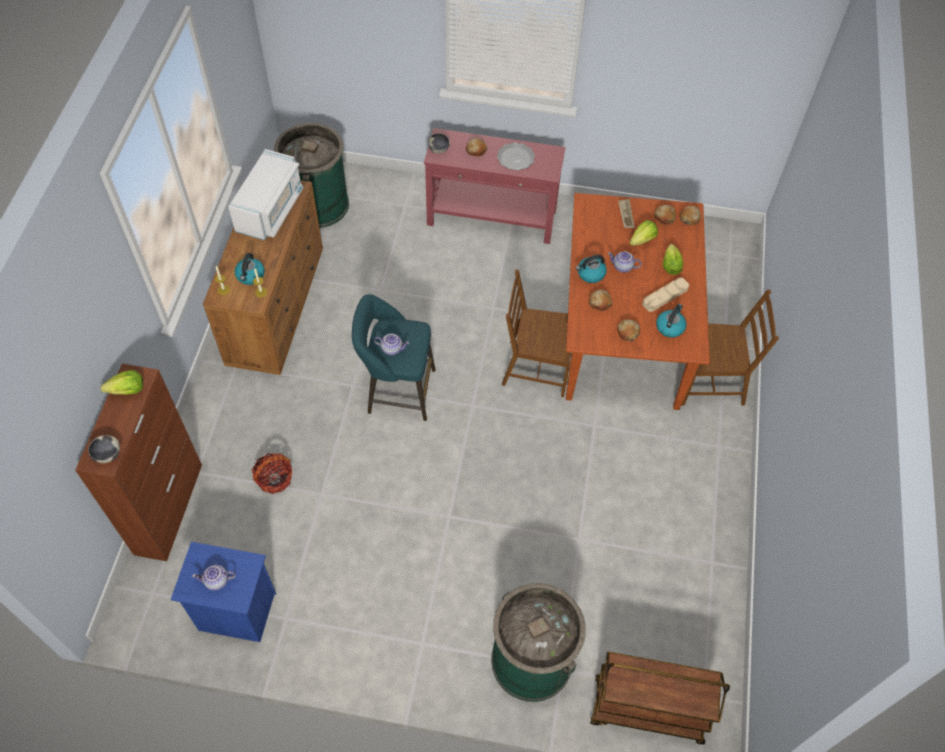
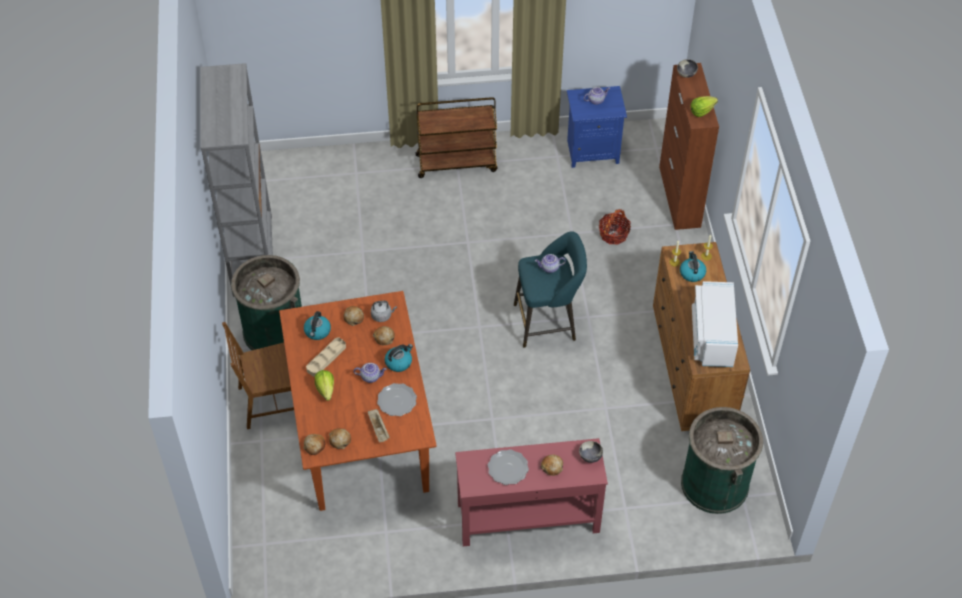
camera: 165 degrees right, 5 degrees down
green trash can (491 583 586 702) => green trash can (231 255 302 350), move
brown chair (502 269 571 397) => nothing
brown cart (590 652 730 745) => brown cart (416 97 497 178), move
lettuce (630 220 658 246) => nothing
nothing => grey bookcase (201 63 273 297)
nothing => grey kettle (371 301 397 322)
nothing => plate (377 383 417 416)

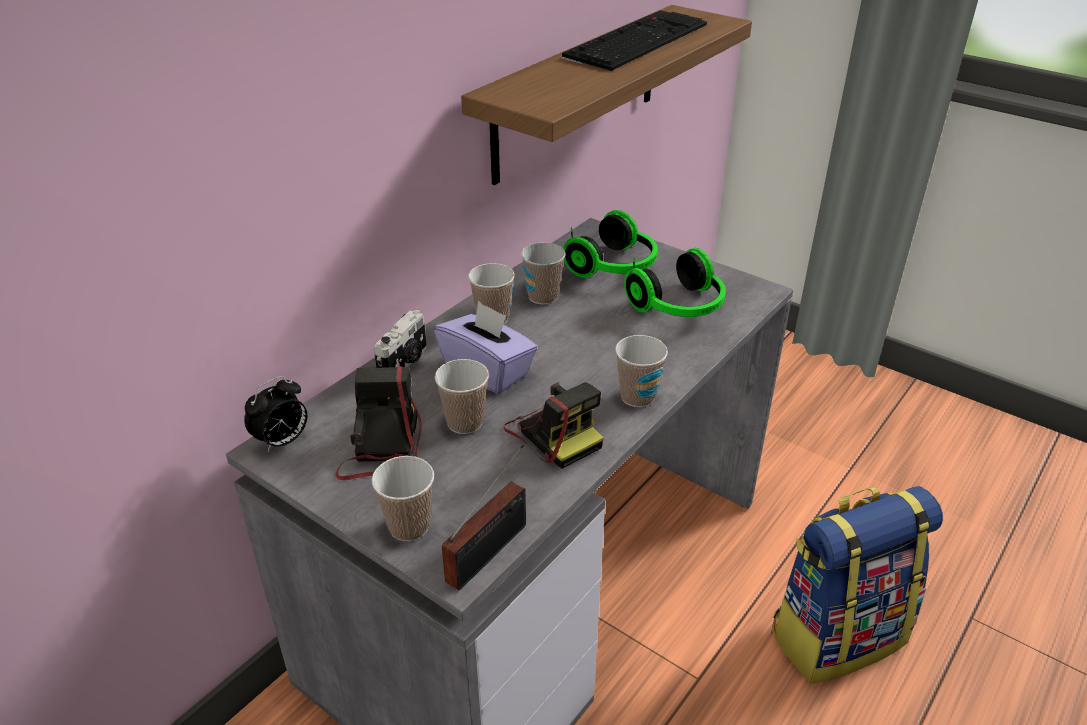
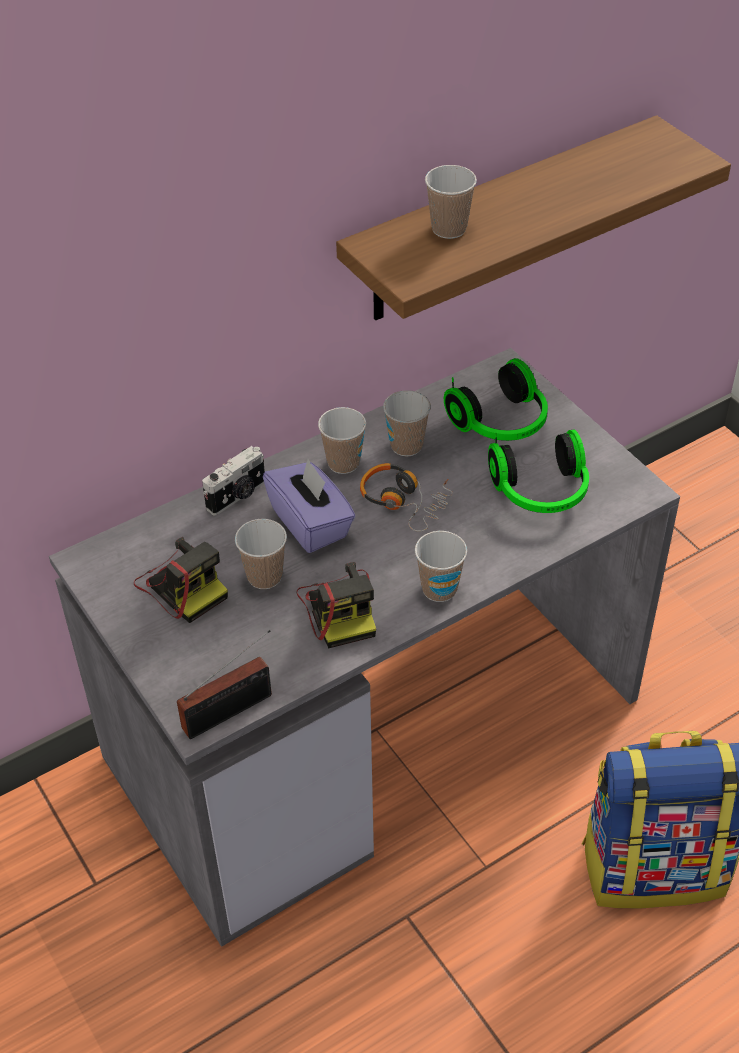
camera: 20 degrees right, 10 degrees up
alarm clock (244 376 307 452) => nothing
photo camera (336 366 421 480) => photo camera (134 537 228 623), 120 degrees clockwise
cup (372 456 434 541) => cup (425 165 477 239), move
keyboard (562 10 707 71) => nothing
nothing => headphones (360 463 453 531)

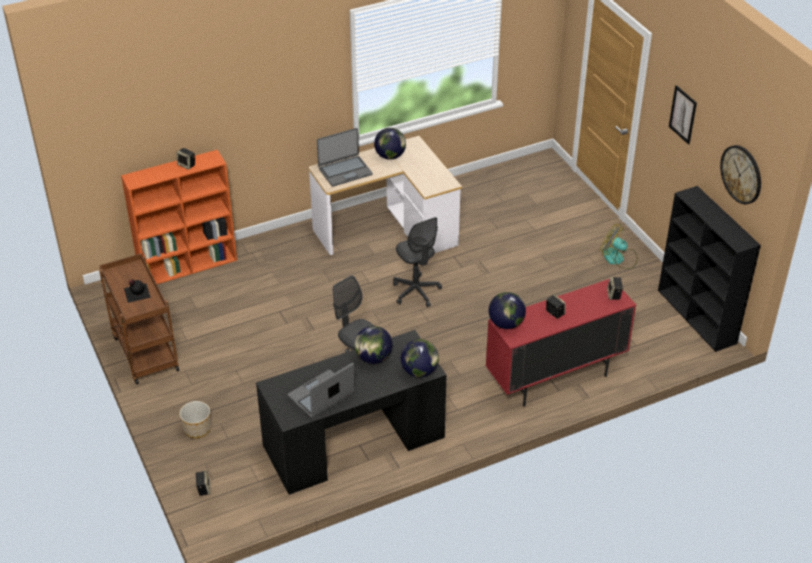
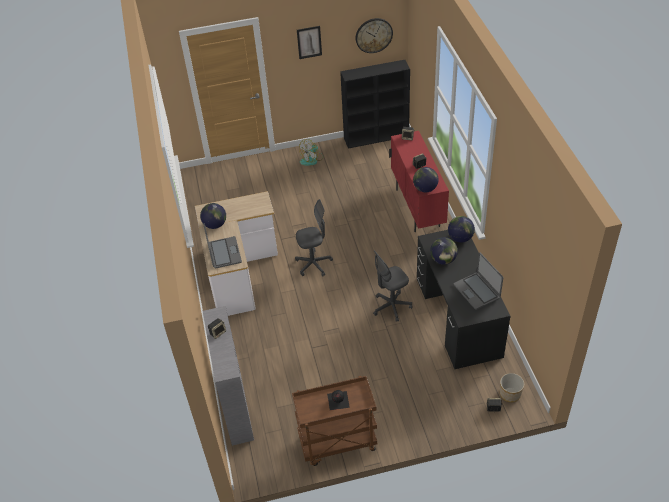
camera: 75 degrees left, 5 degrees up
orange bookcase (121 150 237 284) => grey bookcase (203 306 254 446)
planter (179 401 211 438) => planter (500 373 524 402), move

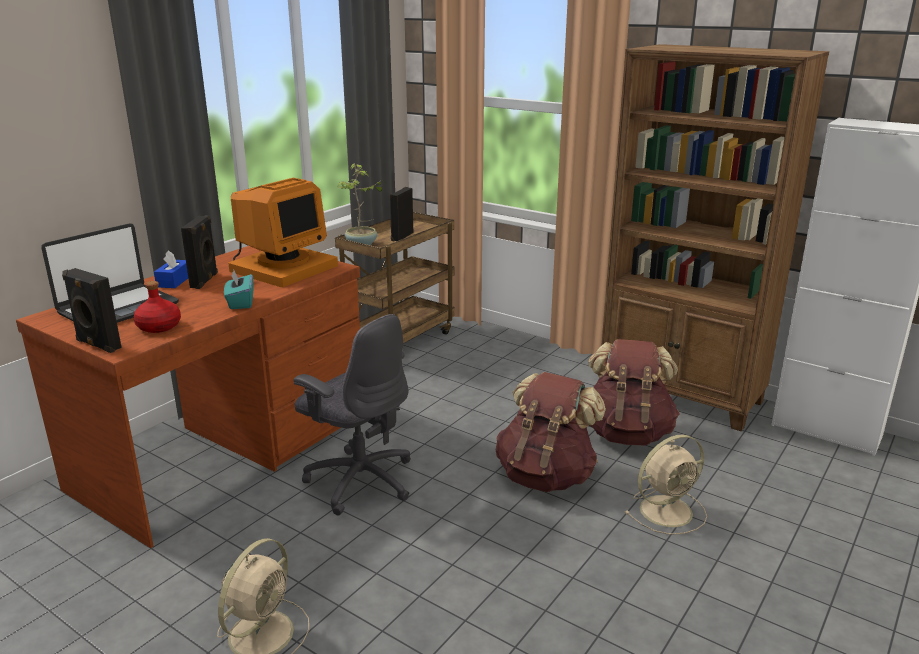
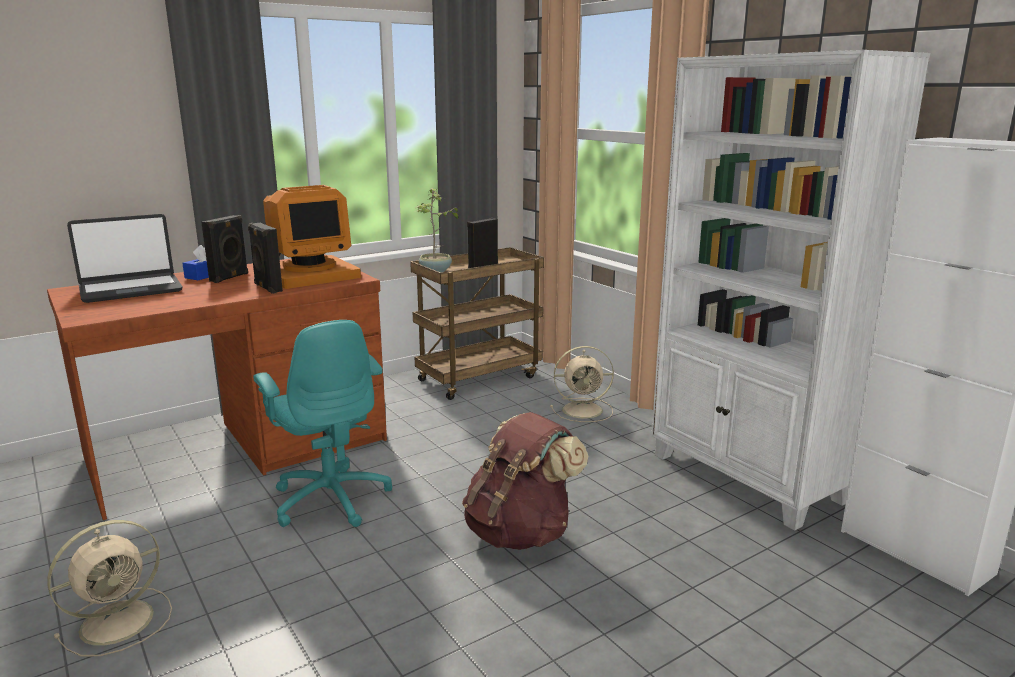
camera: 20 degrees right, 5 degrees down
black speaker (62 268 122 353) => black speaker (248 223 283 294), move
red bottle (133 281 181 333) => nothing
turquoise tissue box (224 270 254 309) => nothing
grey office chair (293 314 411 515) => turquoise office chair (253 320 392 527)
brown backpack (589 339 680 445) => nothing
brown bookcase (601 44 829 431) => white bookcase (652 50 930 531)
beige fan (624 435 707 535) => beige fan (550 346 614 422), move

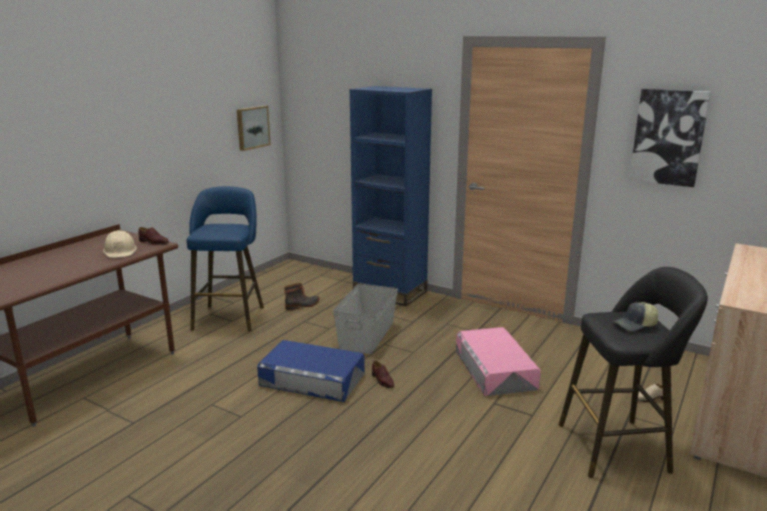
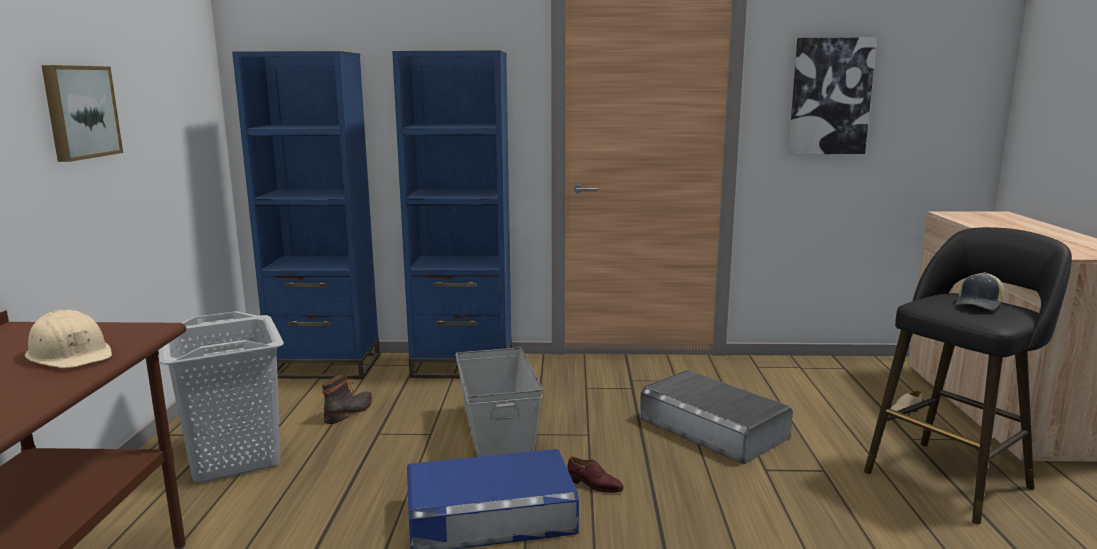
camera: 30 degrees left, 5 degrees down
brown shoe (138 227 169 245) => nothing
blue stool (186 186 264 332) => grey laundry basket (159 311 284 483)
picture (237 105 271 151) => picture (41 65 123 162), move
pink storage box (456 327 541 396) => grey storage box (640 370 793 464)
nothing => blue bookcase (232 51 380 379)

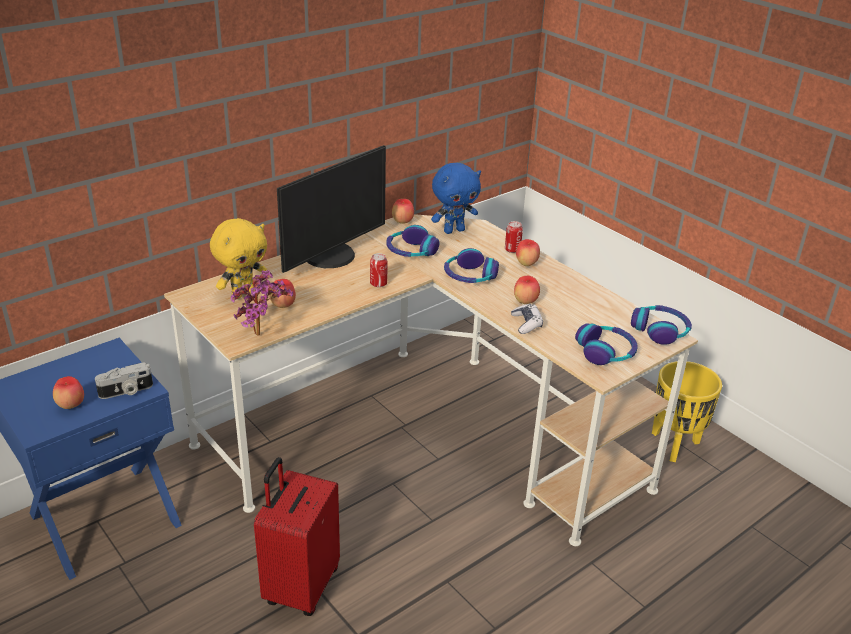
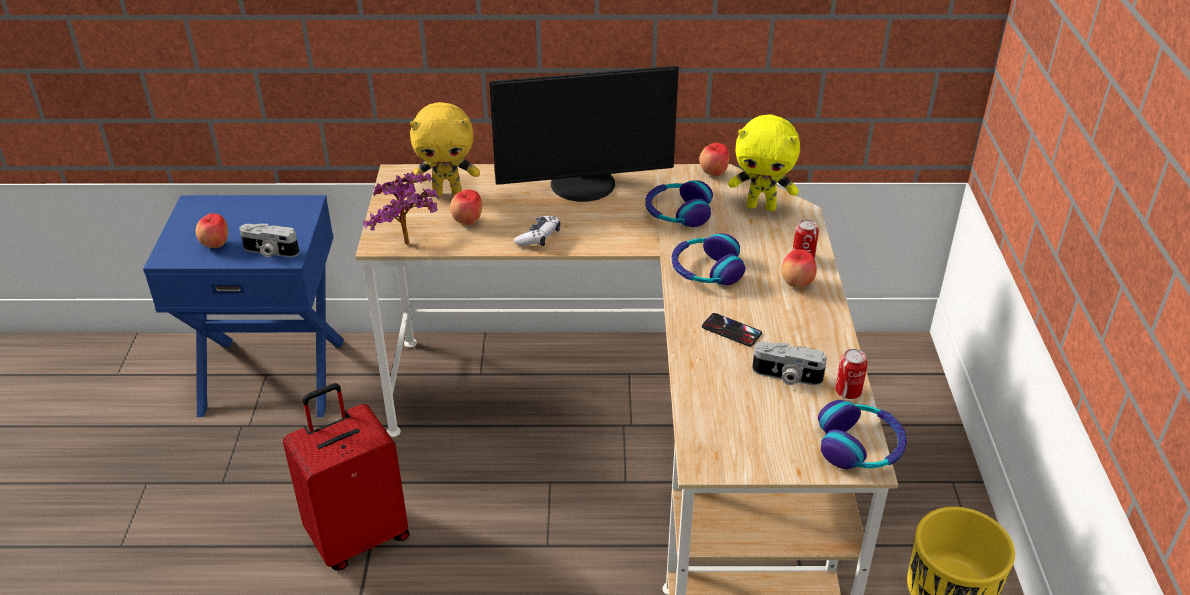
camera: 40 degrees right, 5 degrees up
can (370 253 387 287) => can (835 349 868 399), move
blue plush toy (431 163 481 234) => yellow plush toy (729 115 800 211)
game controller (511 304 543 334) => game controller (514 216 560 246), move
apple (514 276 540 304) => phone (702 313 762 347)
headphones (575 323 638 365) => nothing
nothing => photo camera (752 342 827 386)

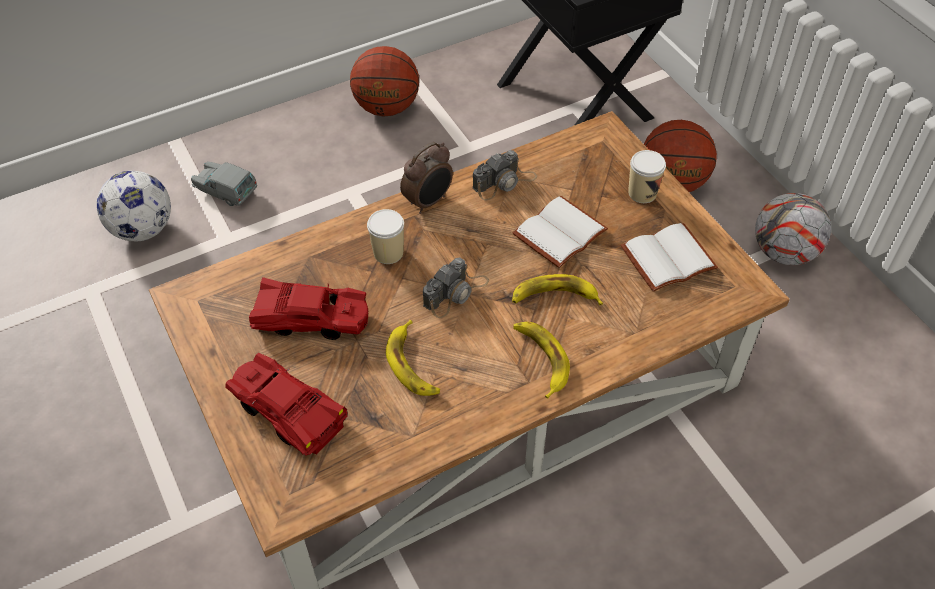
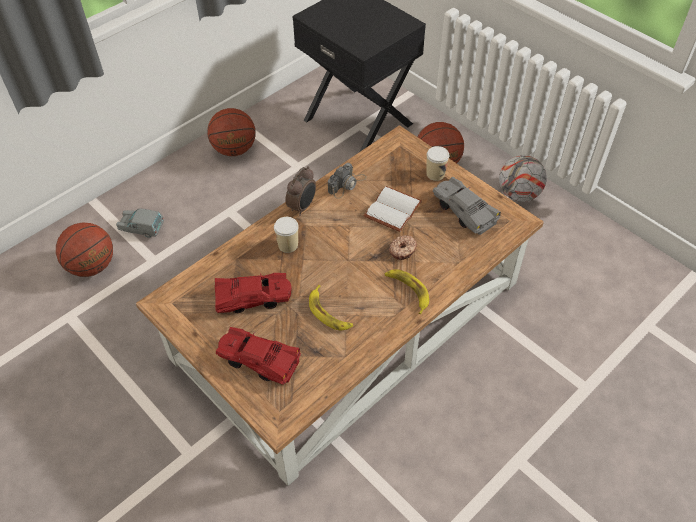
camera: 15 degrees left, 0 degrees up
football (96 171 171 242) => basketball (56 223 113 277)
photo camera (423 257 489 318) => nothing
banana (512 274 603 305) => donut (389 235 417 260)
white book (621 223 718 292) => grey toy car (433 177 501 235)

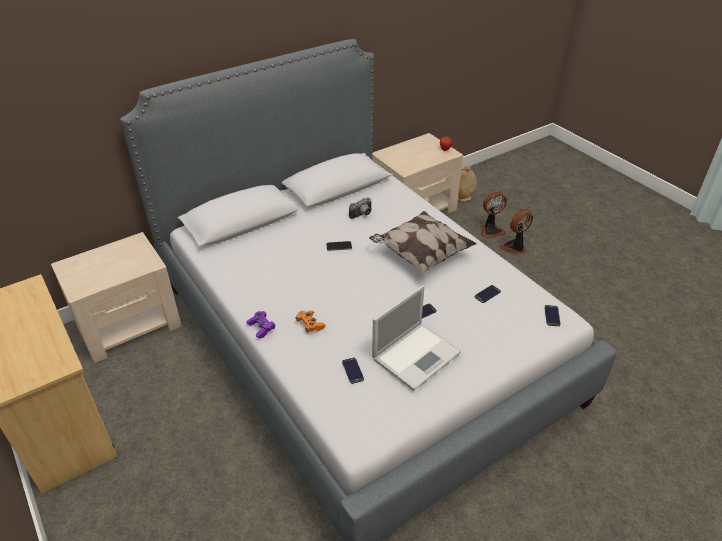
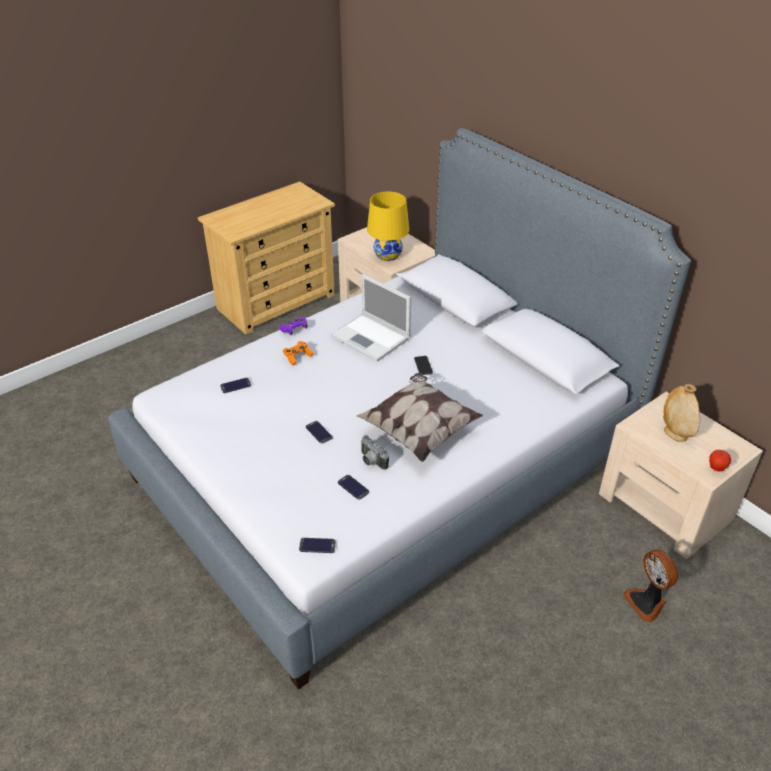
camera: 85 degrees right, 0 degrees up
photo camera (349 197 372 219) => photo camera (360 435 389 470), move
laptop (372 285 461 391) => laptop (331 274 411 362), move
beige vase (458 166 477 202) => beige vase (663 384 700 442), move
fan (500 209 533 255) => nothing
nothing => yellow table lamp (367 192 409 261)

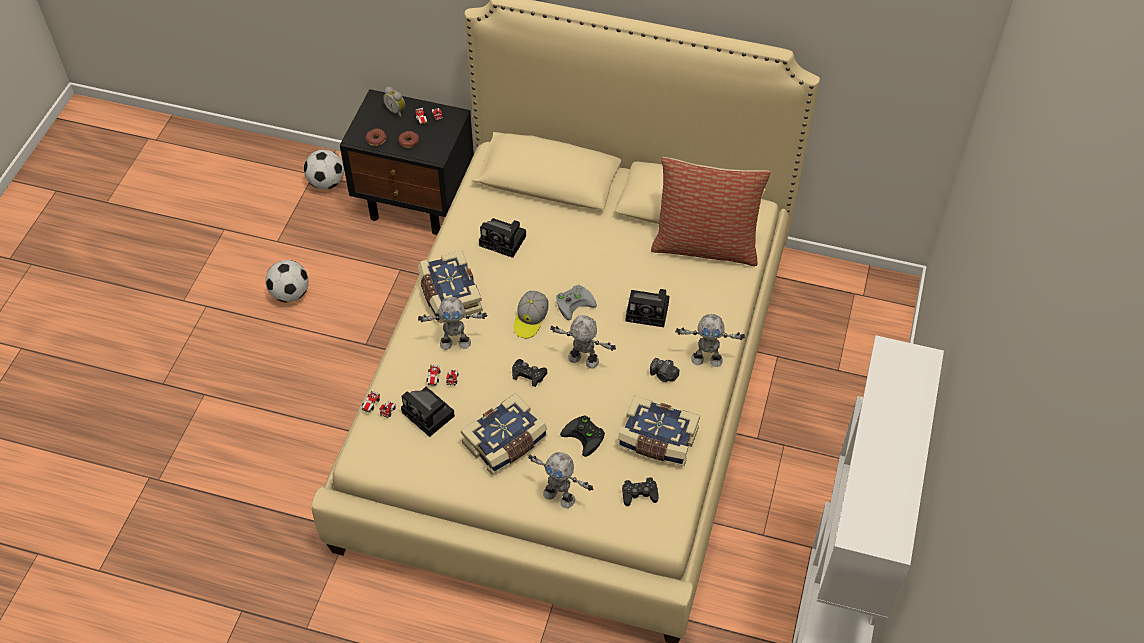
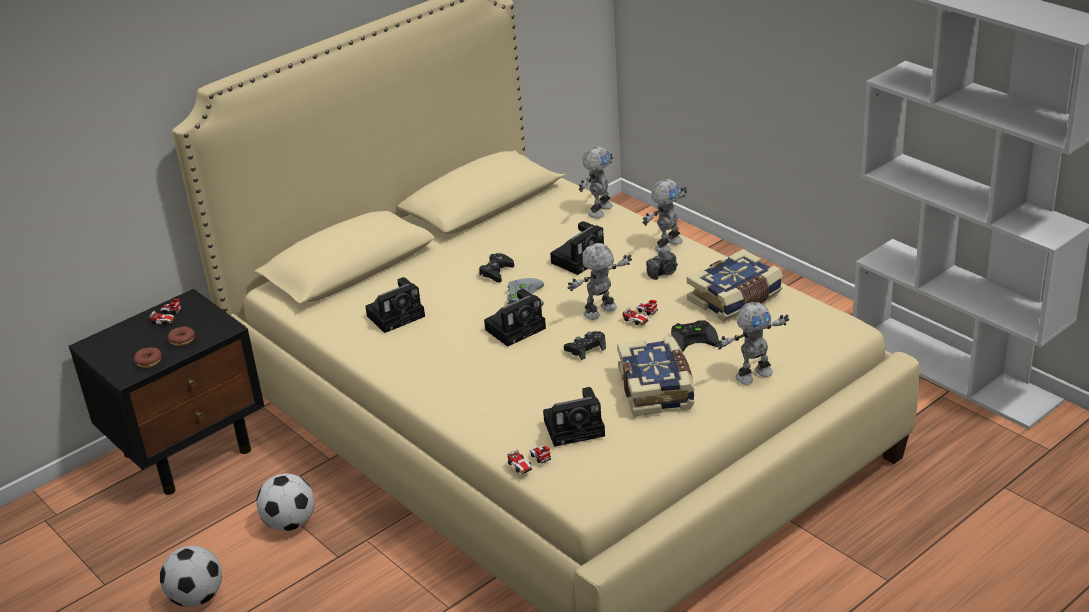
camera: 55 degrees left, 20 degrees down
football (304 150 344 189) => football (256 474 315 531), move
alarm clock (383 87 405 117) => nothing
book (418 250 483 323) => nothing
toy robot (418 297 487 350) => toy robot (579 146 613 218), move
toy car (427 365 459 386) => toy car (622 300 658 325), move
cap (514 291 549 338) => photo camera (484 289 546 347)
black game controller (622 477 659 506) => black game controller (479 253 514 283), move
pillow (651 157 771 266) => nothing

